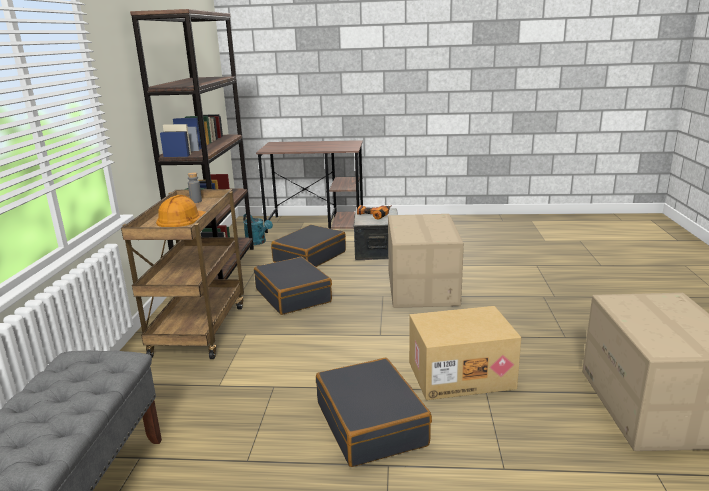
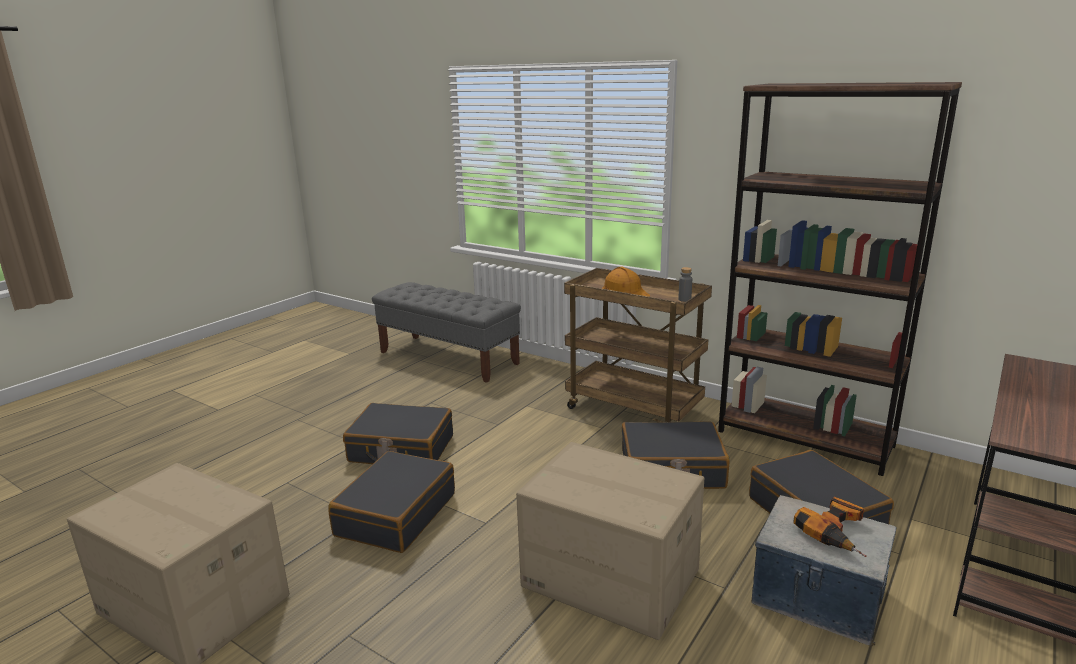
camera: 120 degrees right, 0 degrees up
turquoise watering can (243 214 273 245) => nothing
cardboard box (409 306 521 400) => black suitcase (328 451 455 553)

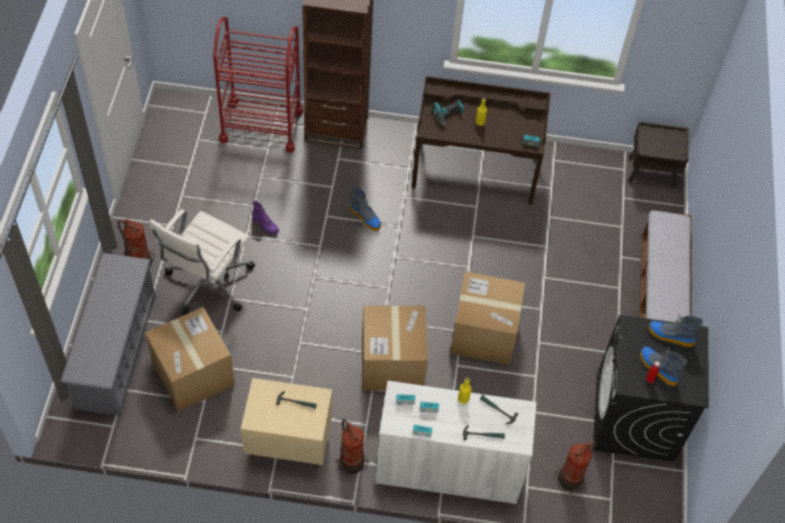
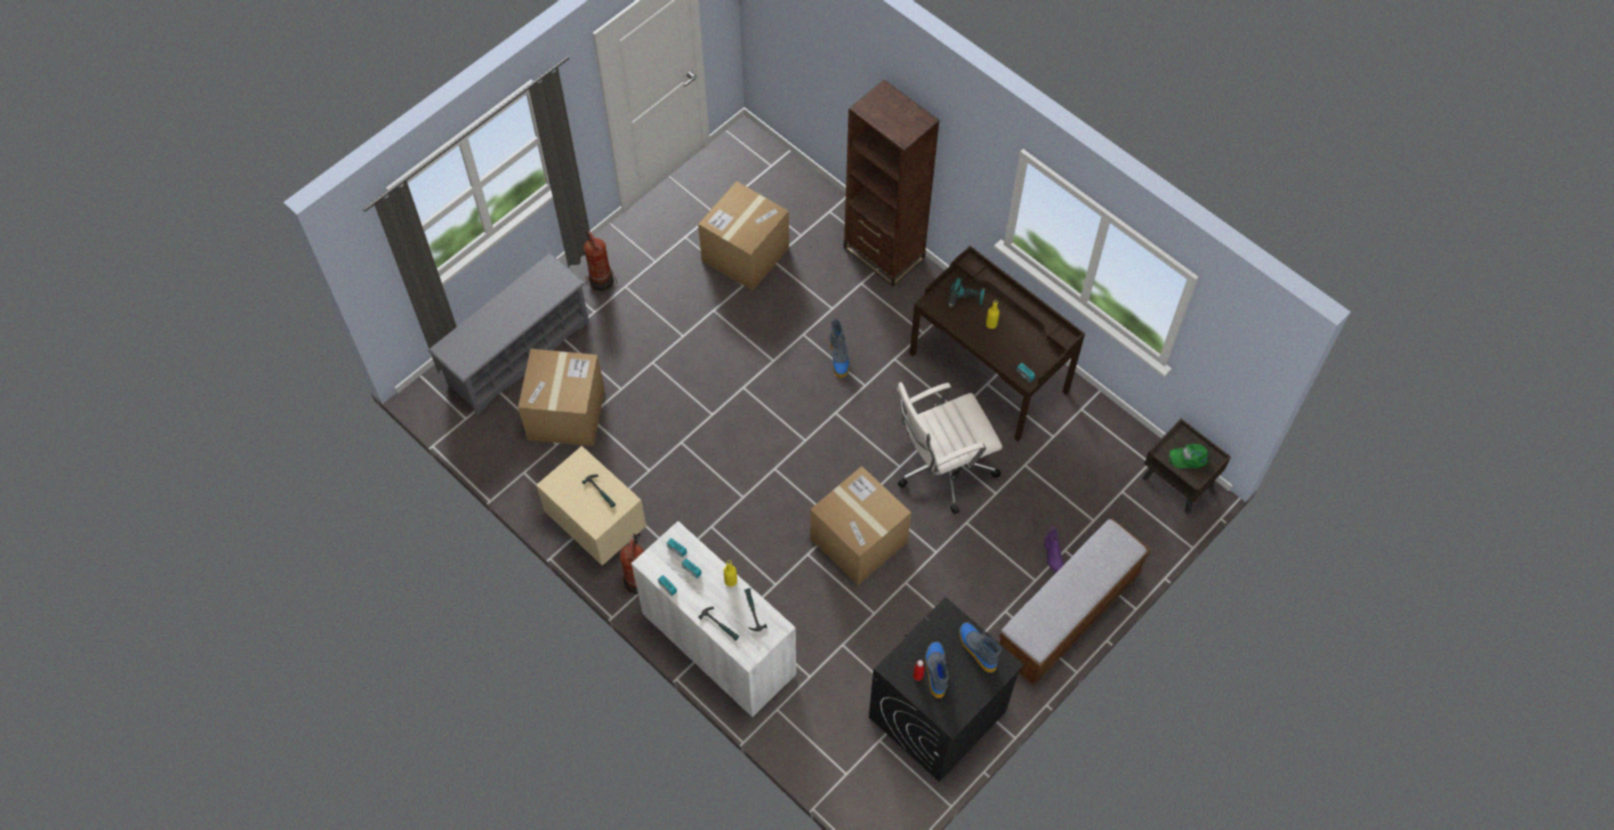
camera: 40 degrees right, 5 degrees up
white office chair (149 209 255 315) => white office chair (897 382 1003 514), move
red cart (213 17 303 153) => nothing
purple boot (252 201 279 234) => purple boot (1044 527 1064 573), move
cardboard box (362 306 428 390) => cardboard box (698 181 789 291), move
fire extinguisher (555 441 597 494) => nothing
nothing => green cap (1169 444 1209 469)

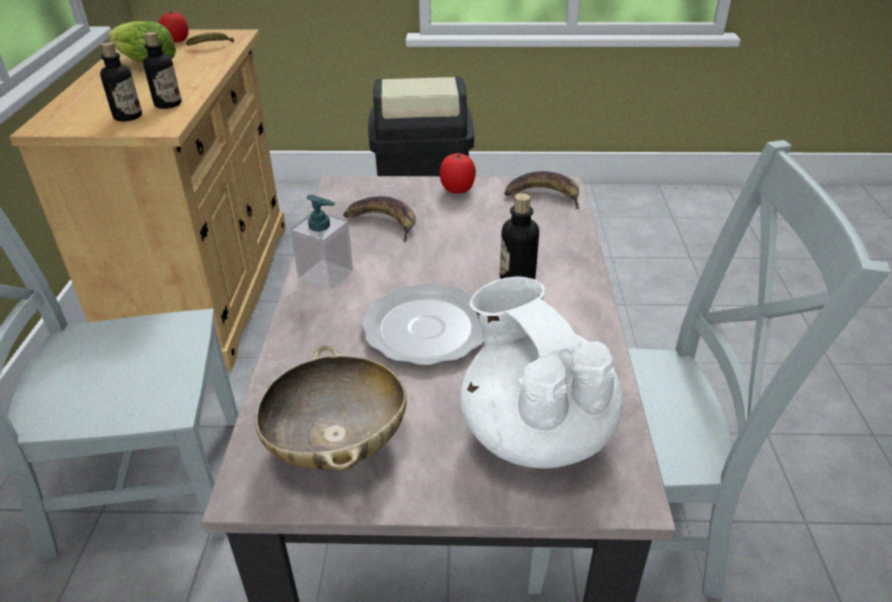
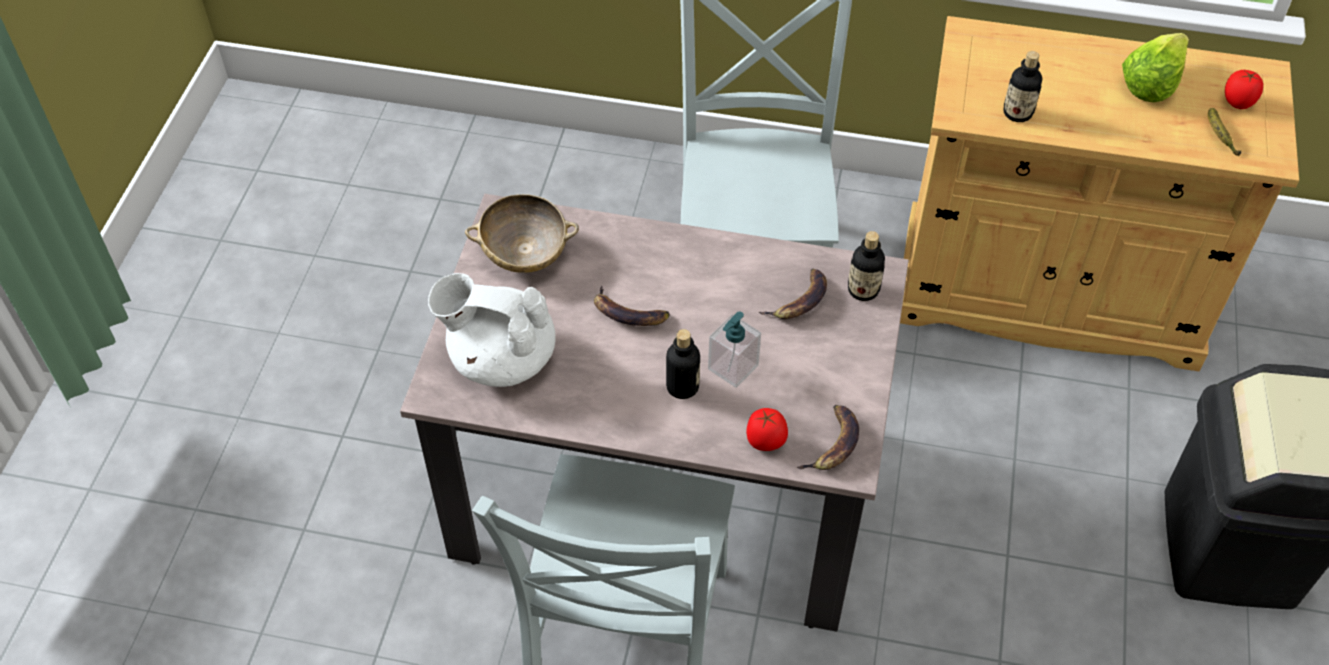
camera: 100 degrees right, 15 degrees up
bottle (100 42 142 121) => bottle (848 231 885 301), move
soap dispenser (290 194 353 290) => soap dispenser (708 311 761 388), move
plate (361 283 484 366) => banana (594 286 670 326)
tomato (440 153 476 194) => tomato (746 408 788 451), move
white teapot (460 277 623 469) => white teapot (428 273 556 387), 150 degrees counterclockwise

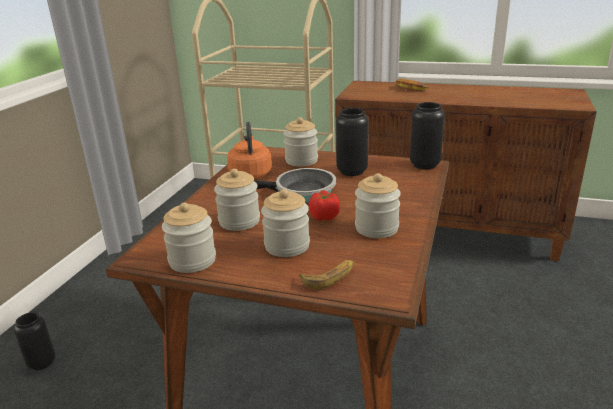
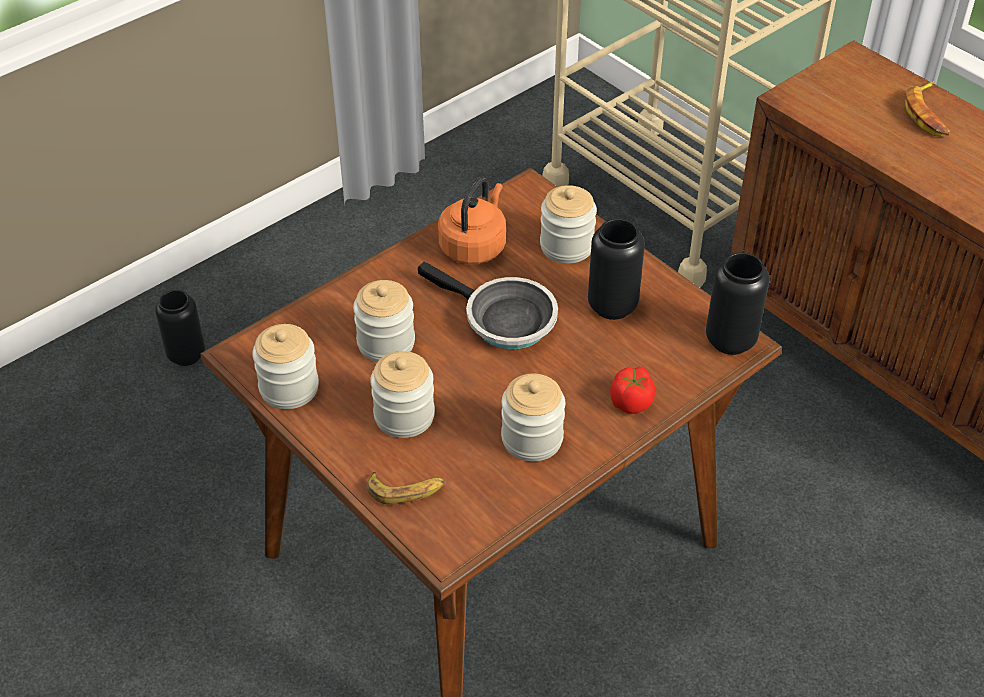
camera: 30 degrees right, 20 degrees up
tomato (309 190 340 221) => tomato (610 366 655 414), move

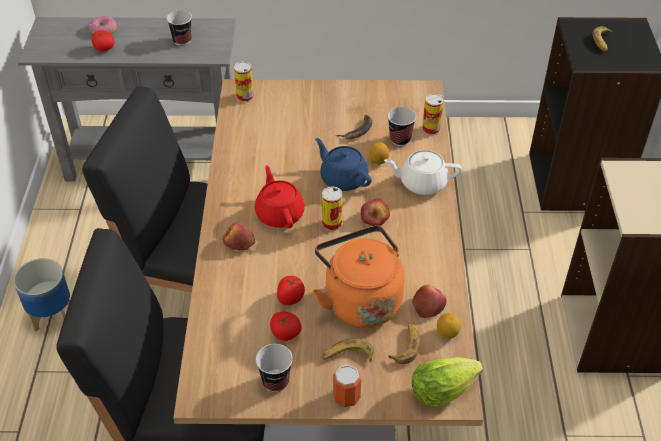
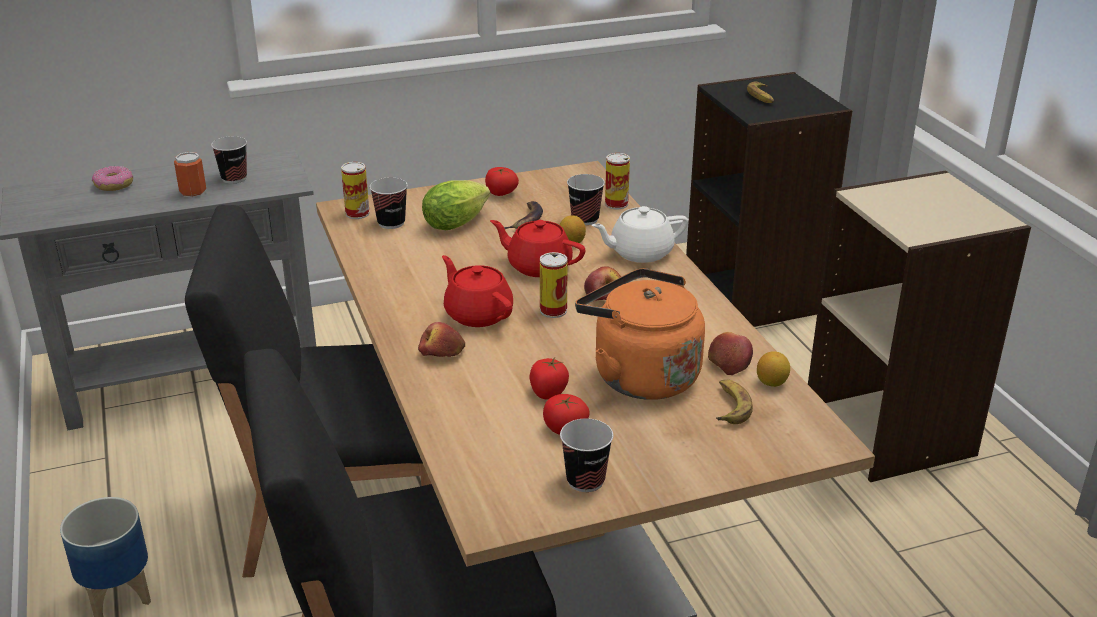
camera: 20 degrees left, 15 degrees down
tomato (92 30 115 51) => tomato (485 167 519 196), move
blue teapot (315 138 372 191) => red teapot (490 220 586 277)
banana (322 338 374 363) => nothing
can (333 364 361 407) => can (174 152 206 198), move
lettuce (412 357 483 406) => lettuce (422 180 490 230), move
nothing => cup (370 177 408 229)

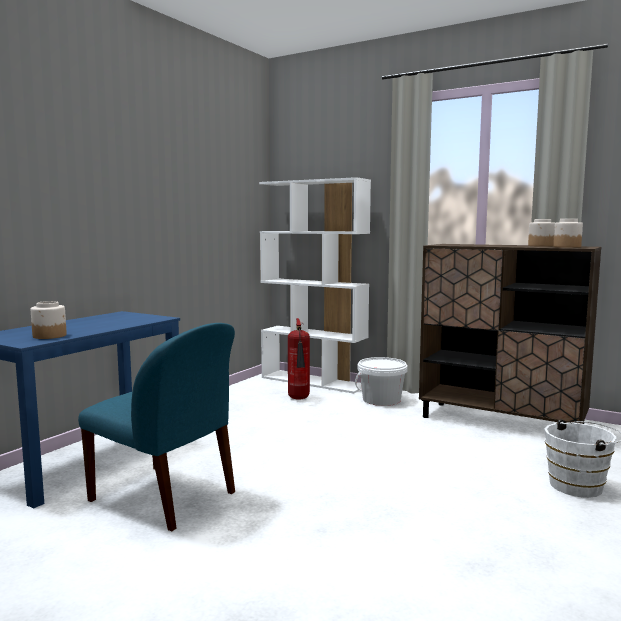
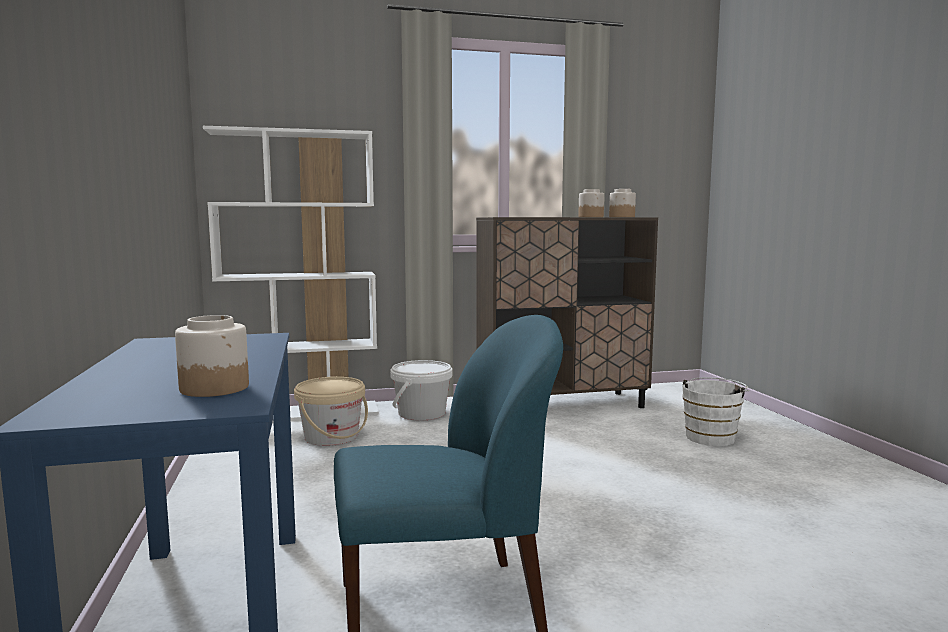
camera: 45 degrees left, 0 degrees up
fire extinguisher (288 318 310 400) => beige bucket (294 377 368 446)

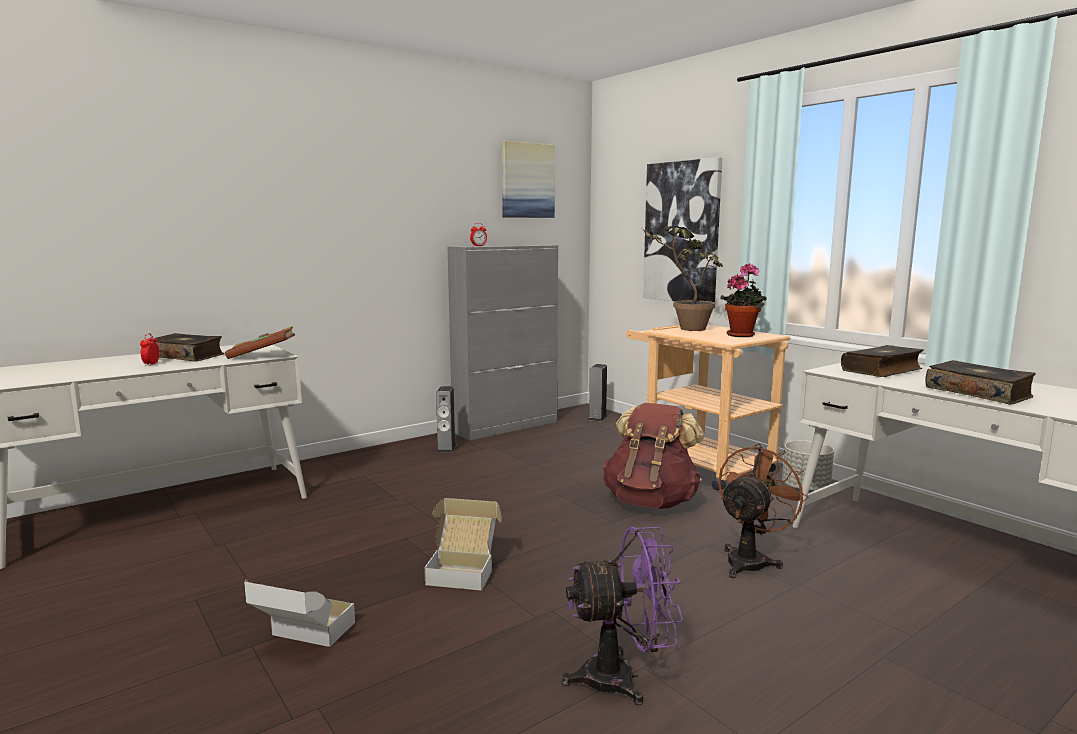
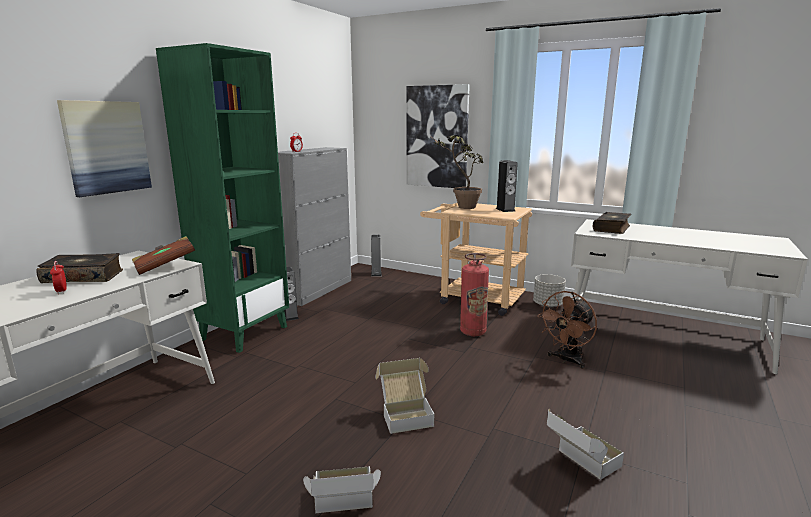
camera: 25 degrees left, 5 degrees up
picture (502 141 555 218) => picture (57 100 152 197), move
purple fan (561 527 683 706) => cardboard box (547 409 624 480)
brown backpack (603 403 704 509) => fire extinguisher (460 253 489 336)
brown fan (718 443 809 578) => brown fan (537 291 597 369), 150 degrees counterclockwise
potted plant (720 263 767 337) => speaker (495 160 518 212)
book (925 360 1036 405) => nothing
nothing => green bookcase (156 43 289 353)

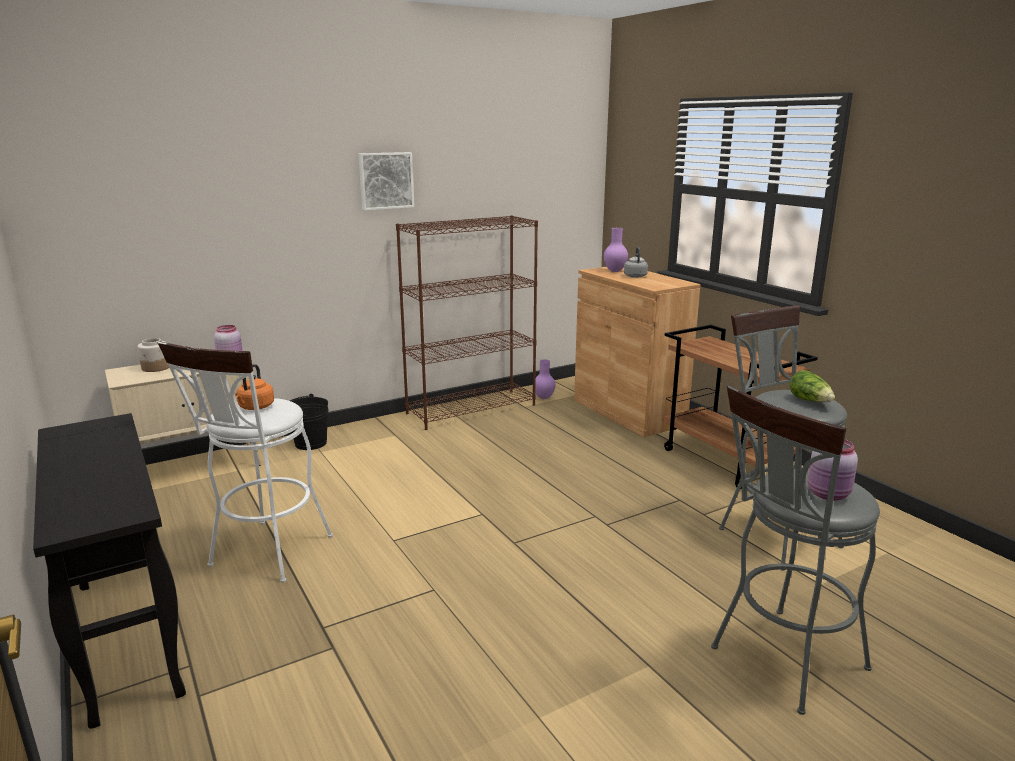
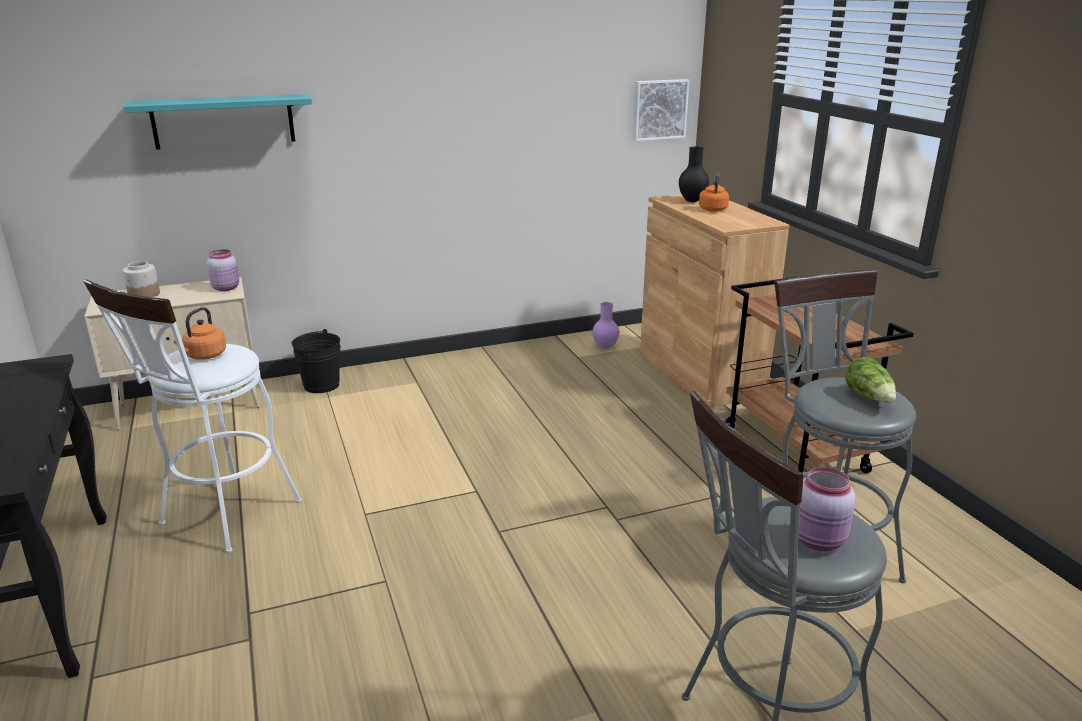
camera: 10 degrees right, 5 degrees up
picture (358 152 414 210) => picture (633 79 689 141), move
brown bookcase (396 215 538 430) => nothing
purple vase (604 228 628 272) => black vase (679 147 709 202)
grey kettle (624 247 648 278) => orange kettle (699 173 729 211)
nothing => turquoise shelf (124 94 312 150)

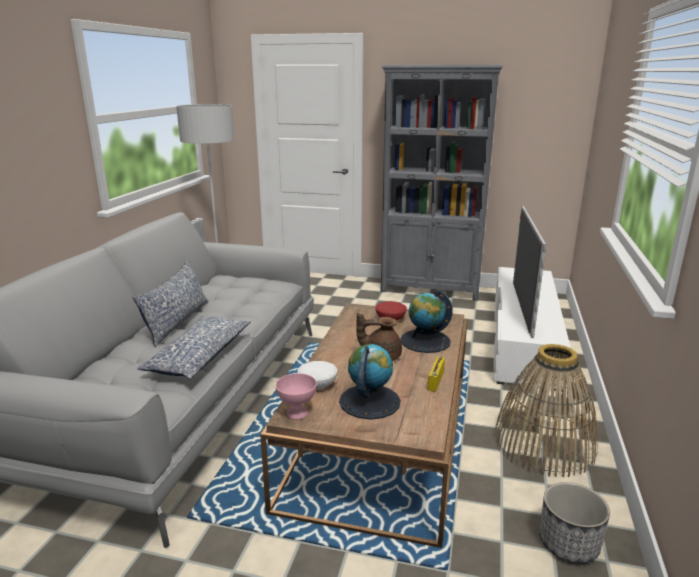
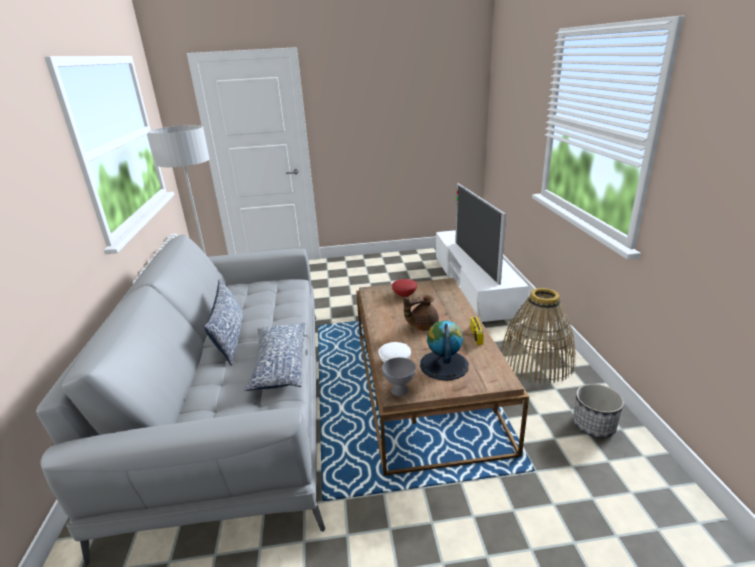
camera: 20 degrees left, 5 degrees up
pink bowl (276 373 317 420) => grey bowl (382 357 416 396)
grey bookcase (381 65 503 301) => nothing
globe (400 290 453 353) => nothing

